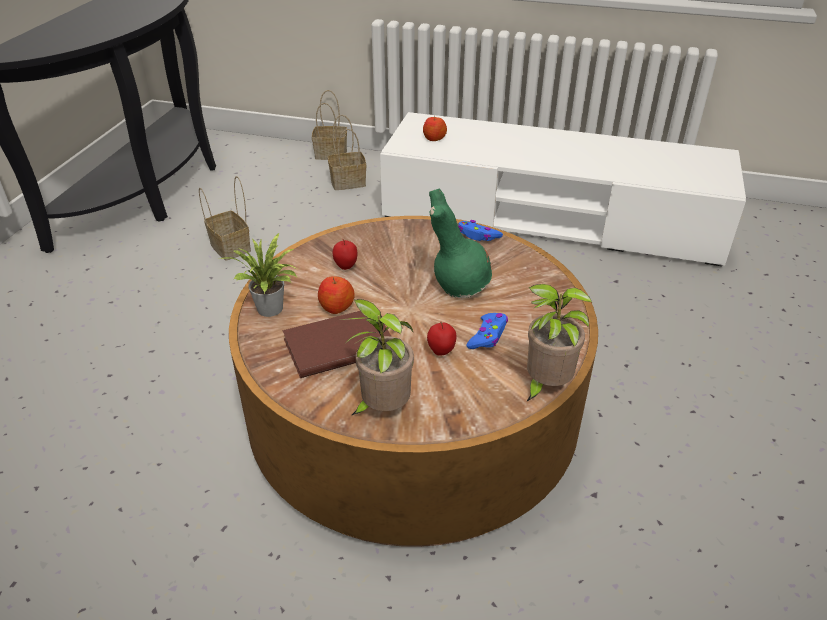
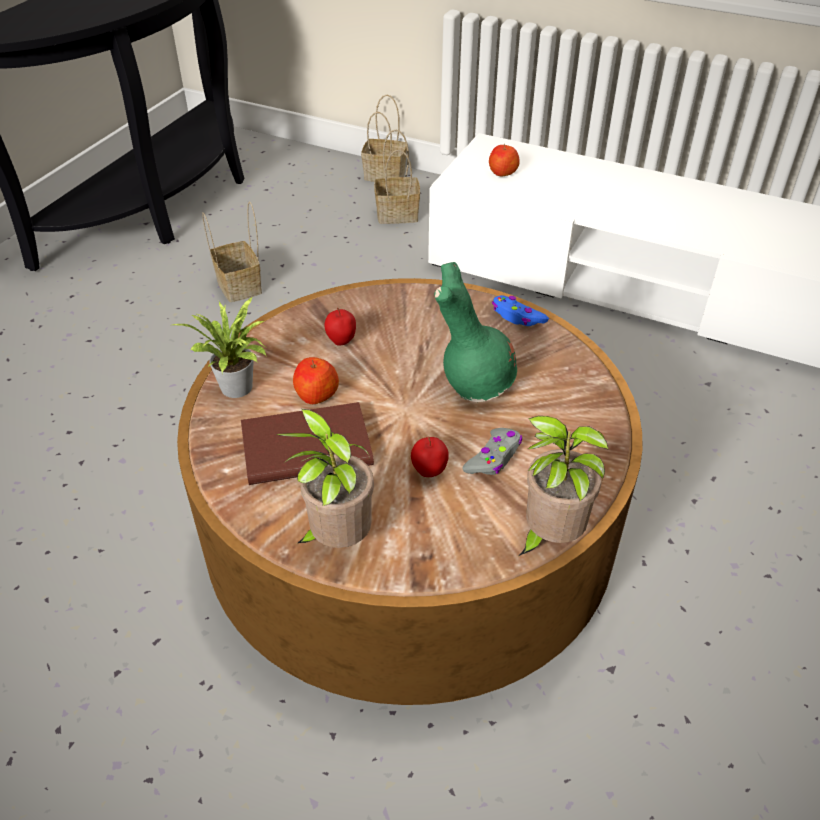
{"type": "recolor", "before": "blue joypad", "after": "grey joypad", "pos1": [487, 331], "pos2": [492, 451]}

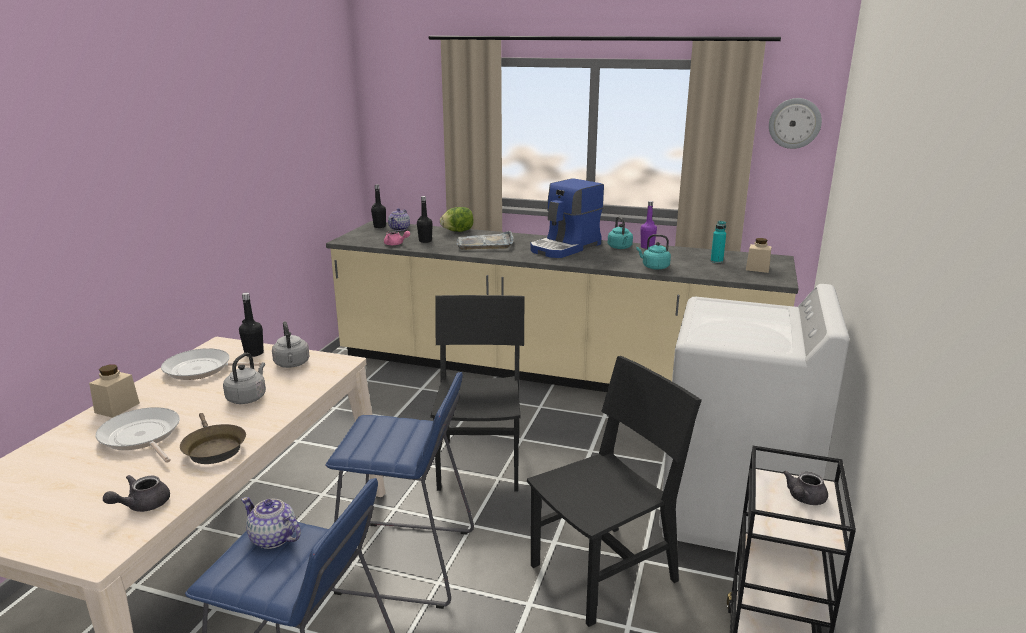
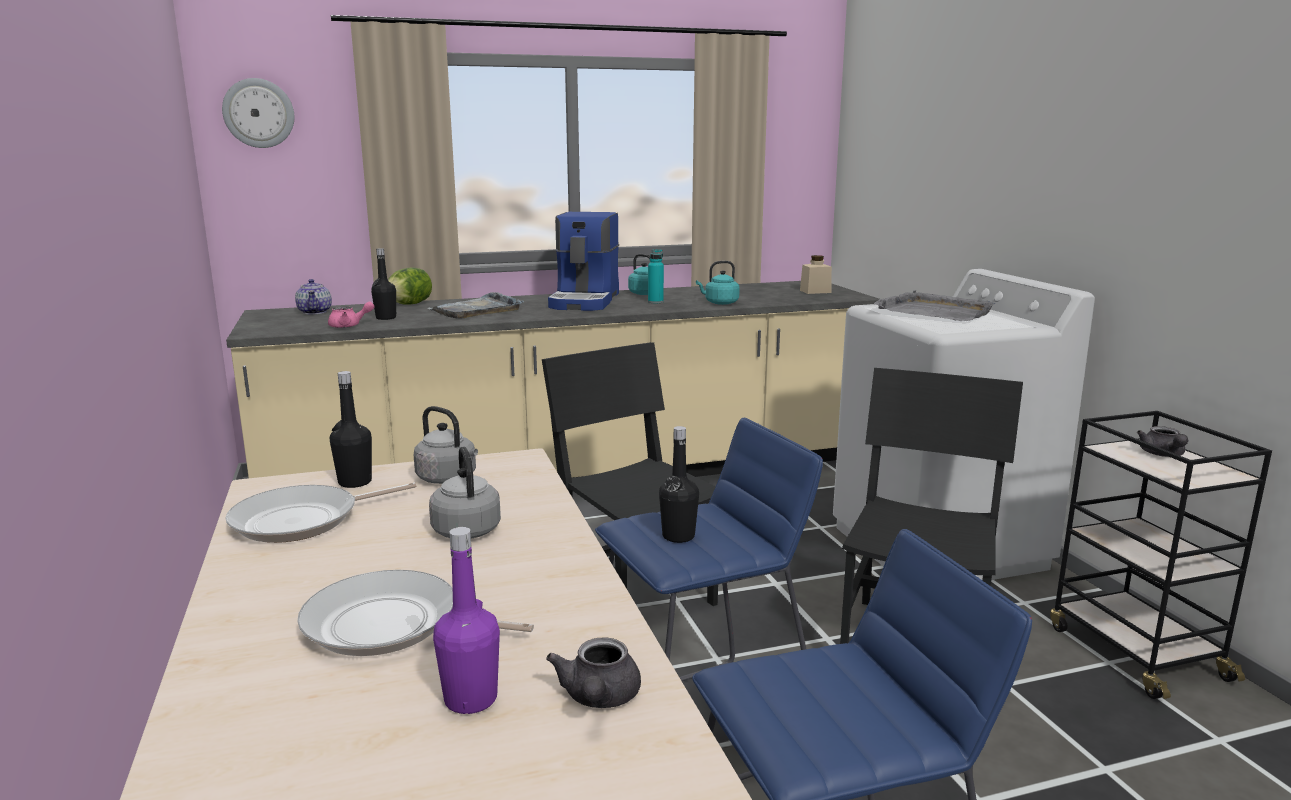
{"type": "delete", "before": "beige preserve jar", "pos1": [114, 391]}
{"type": "delete", "before": "brownish skillet", "pos1": [213, 438]}
{"type": "delete", "before": "tea pot", "pos1": [271, 523]}
{"type": "insert", "after": "grey serving tray", "pos2": [934, 305]}
{"type": "move", "before": "black-coloured beverage bottle", "pos1": [378, 206], "pos2": [679, 484]}
{"type": "move", "before": "purple-coloured beverage bottle", "pos1": [649, 225], "pos2": [466, 620]}
{"type": "move", "before": "turquoise beverage bottle", "pos1": [718, 242], "pos2": [656, 276]}
{"type": "move", "before": "wall clock", "pos1": [795, 123], "pos2": [258, 113]}

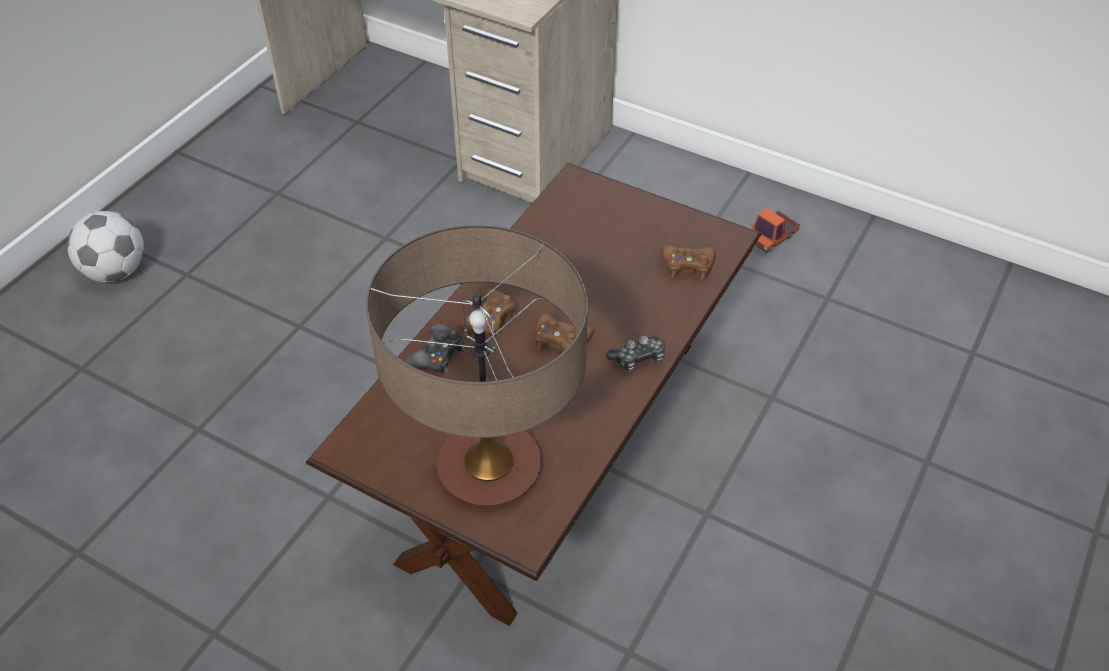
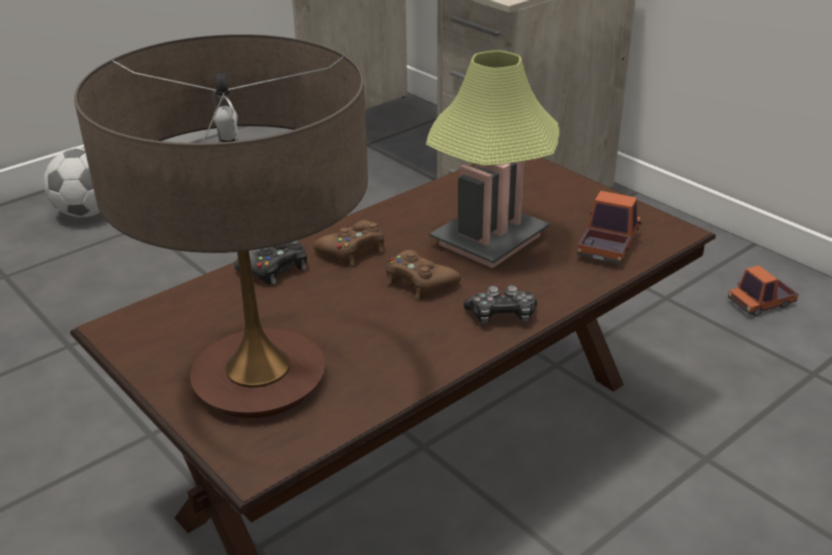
{"type": "insert", "after": "table lamp", "pos2": [492, 159]}
{"type": "replace", "before": "brownish joypad", "after": "toy truck", "pos1": [688, 262], "pos2": [609, 227]}

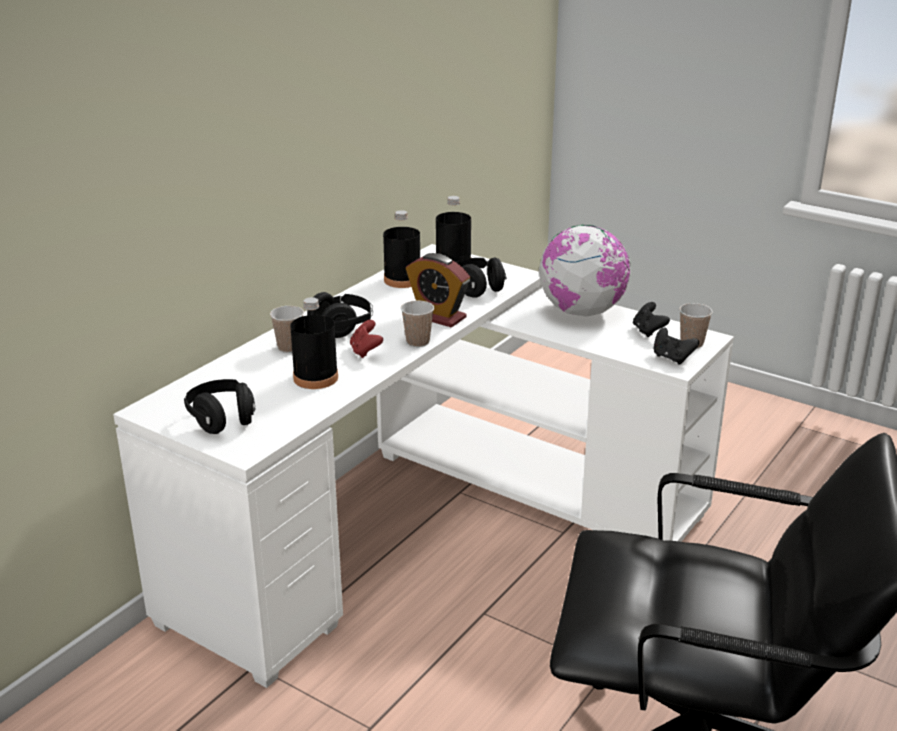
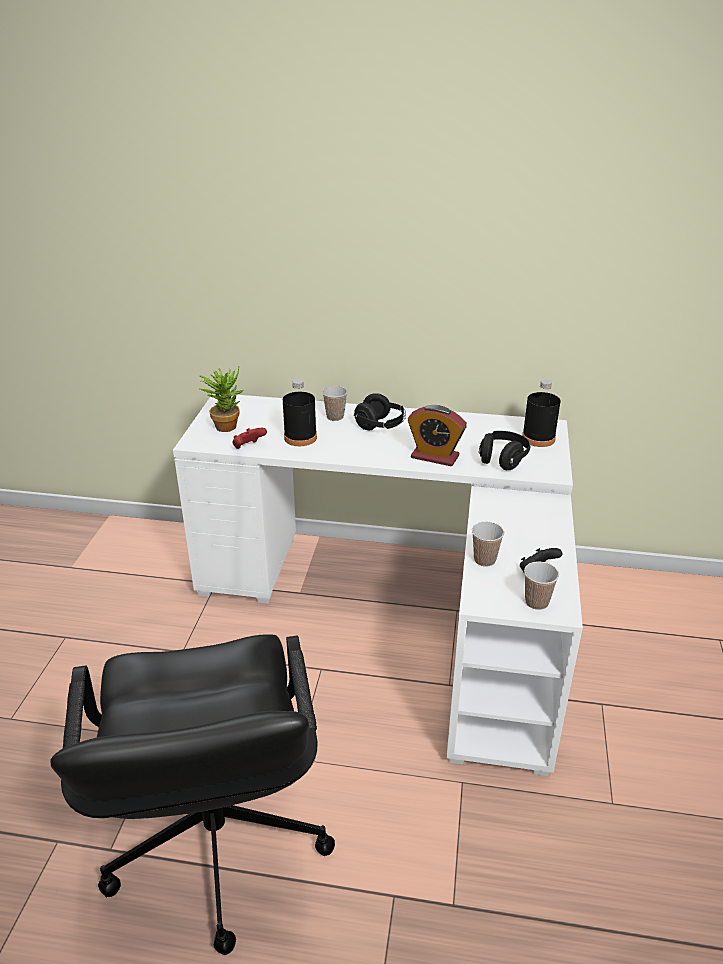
{"type": "delete", "before": "black-coloured beverage bottle", "pos1": [401, 249]}
{"type": "delete", "before": "globe", "pos1": [585, 271]}
{"type": "delete", "before": "black-coloured joypad", "pos1": [676, 346]}
{"type": "move", "before": "reddish joypad", "pos1": [366, 339], "pos2": [250, 438]}
{"type": "move", "before": "drinking cup", "pos1": [417, 324], "pos2": [488, 544]}
{"type": "replace", "before": "black-coloured headphones", "after": "plant in a pot", "pos1": [219, 406], "pos2": [221, 399]}
{"type": "rotate", "before": "table clock", "pos1": [438, 290], "pos2": [437, 435], "turn": -75}

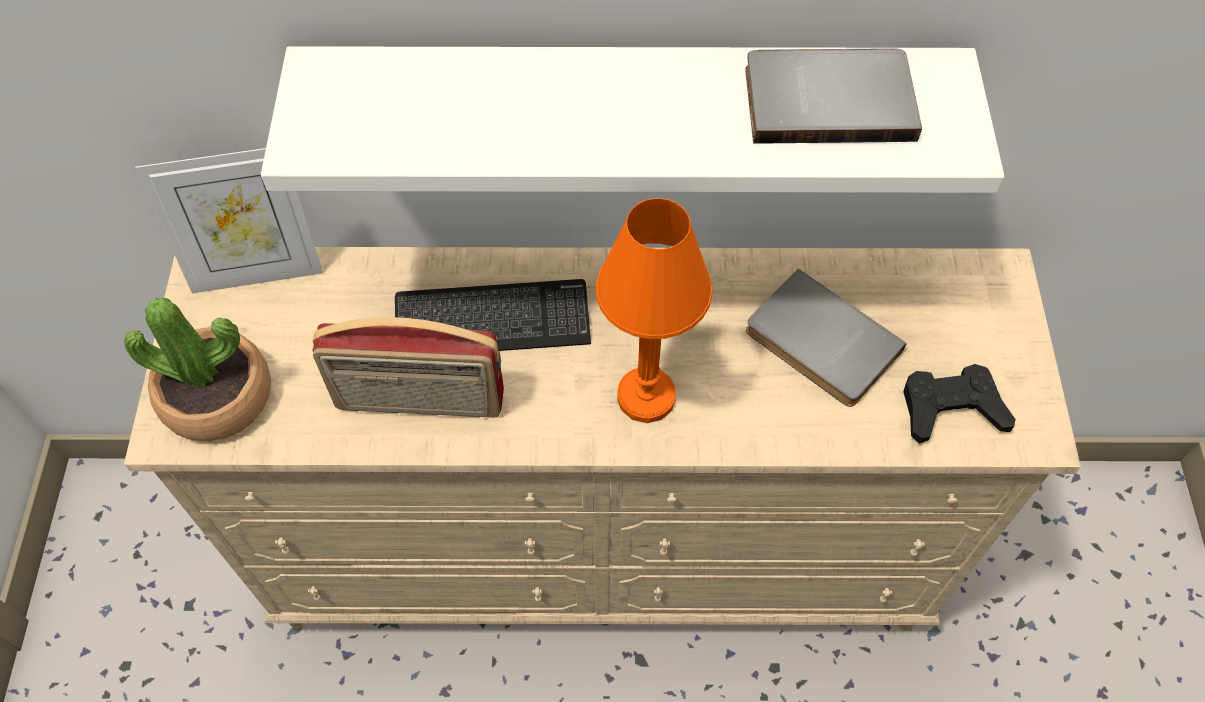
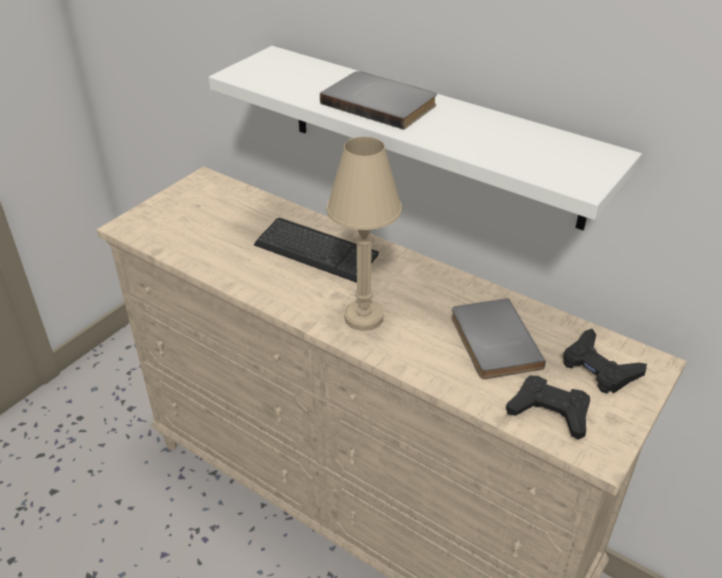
{"type": "delete", "before": "plant in a pot", "pos1": [197, 369]}
{"type": "delete", "before": "picture frame", "pos1": [229, 220]}
{"type": "delete", "before": "radio receiver", "pos1": [408, 367]}
{"type": "insert", "after": "black-coloured joypad", "pos2": [605, 361]}
{"type": "move", "before": "grey book", "pos1": [833, 96], "pos2": [378, 100]}
{"type": "recolor", "before": "orangey table lamp", "after": "beige table lamp", "pos1": [654, 310], "pos2": [364, 234]}

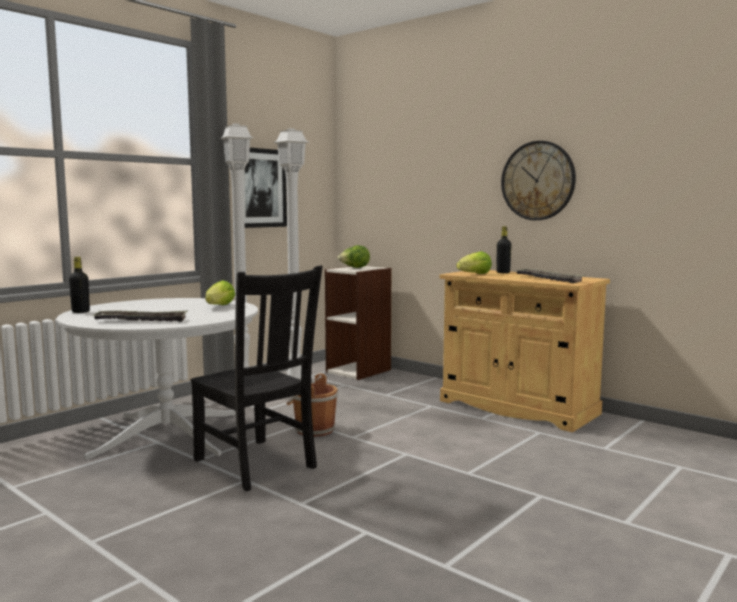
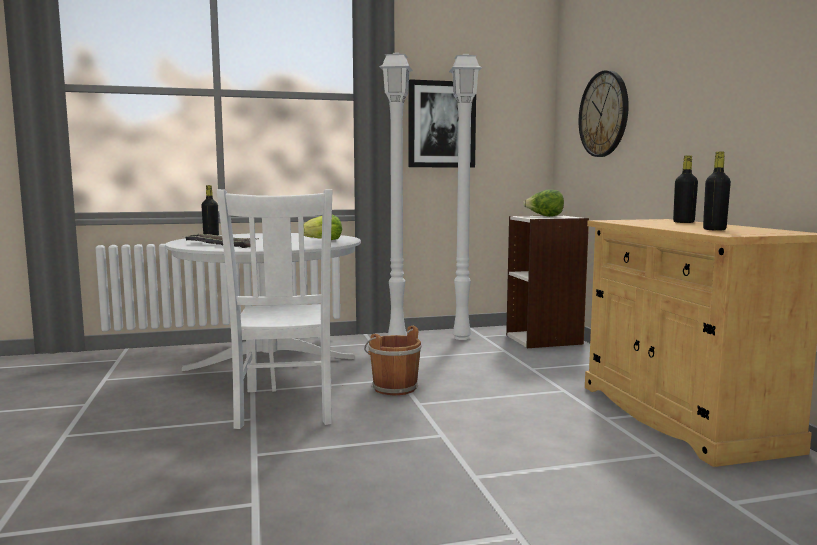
{"type": "delete", "before": "lettuce head", "pos1": [474, 262]}
{"type": "move", "before": "wall clock", "pos1": [538, 180], "pos2": [604, 113]}
{"type": "replace", "before": "serving tray", "after": "black-coloured beverage bottle", "pos1": [549, 276], "pos2": [717, 191]}
{"type": "recolor", "before": "black-coloured plain chair", "after": "white plain chair", "pos1": [257, 378], "pos2": [274, 309]}

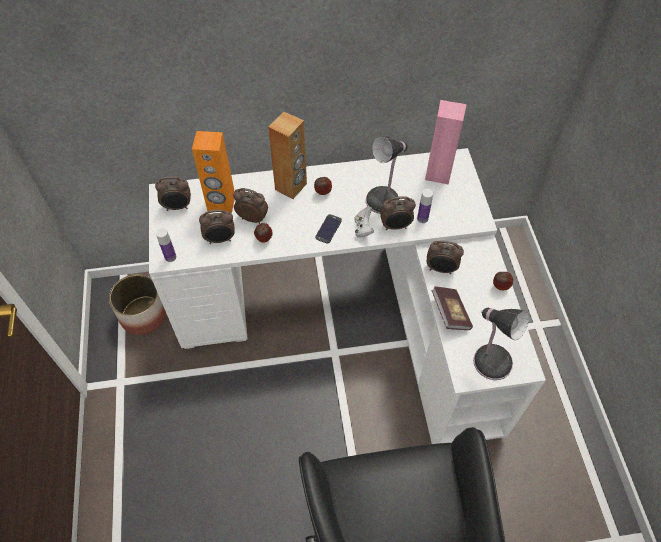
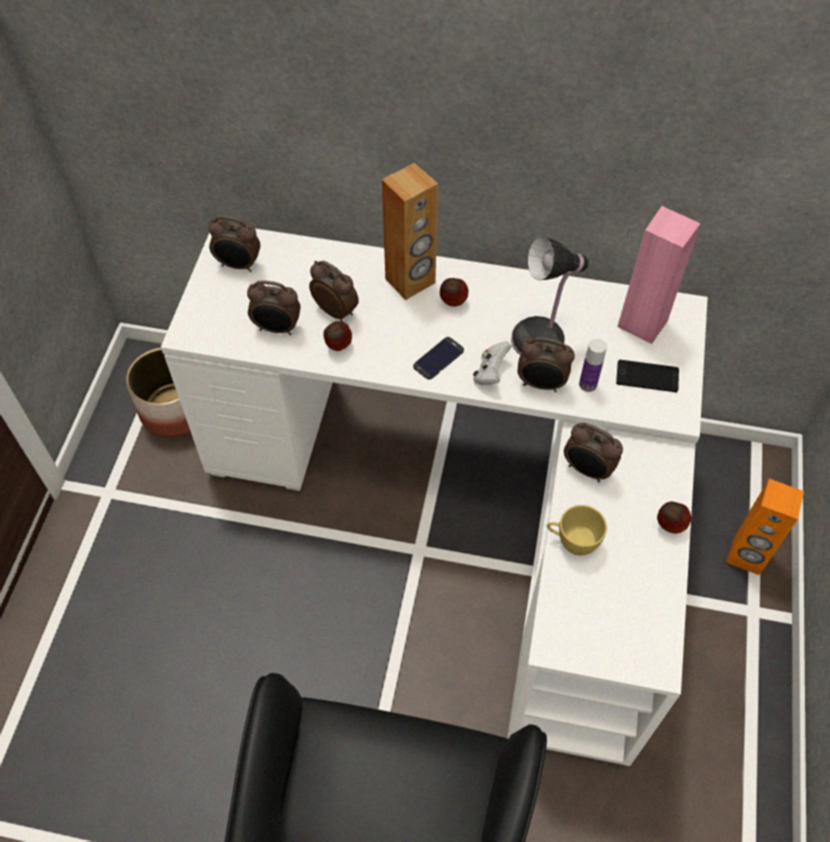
{"type": "delete", "before": "beverage bottle", "pos1": [166, 245]}
{"type": "delete", "before": "table lamp", "pos1": [501, 344]}
{"type": "insert", "after": "telephone", "pos2": [647, 376]}
{"type": "move", "before": "orangey speaker", "pos1": [213, 172], "pos2": [765, 527]}
{"type": "replace", "before": "book", "after": "yellow drinking cup", "pos1": [452, 308], "pos2": [577, 530]}

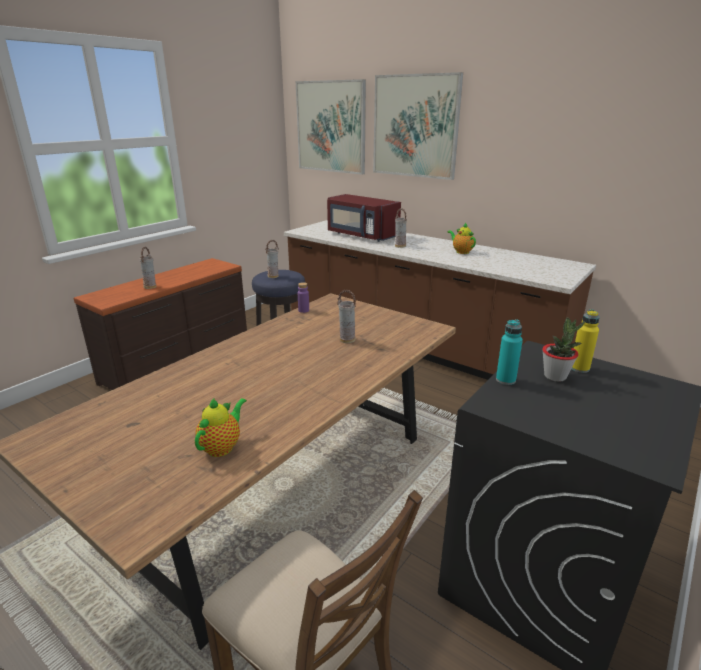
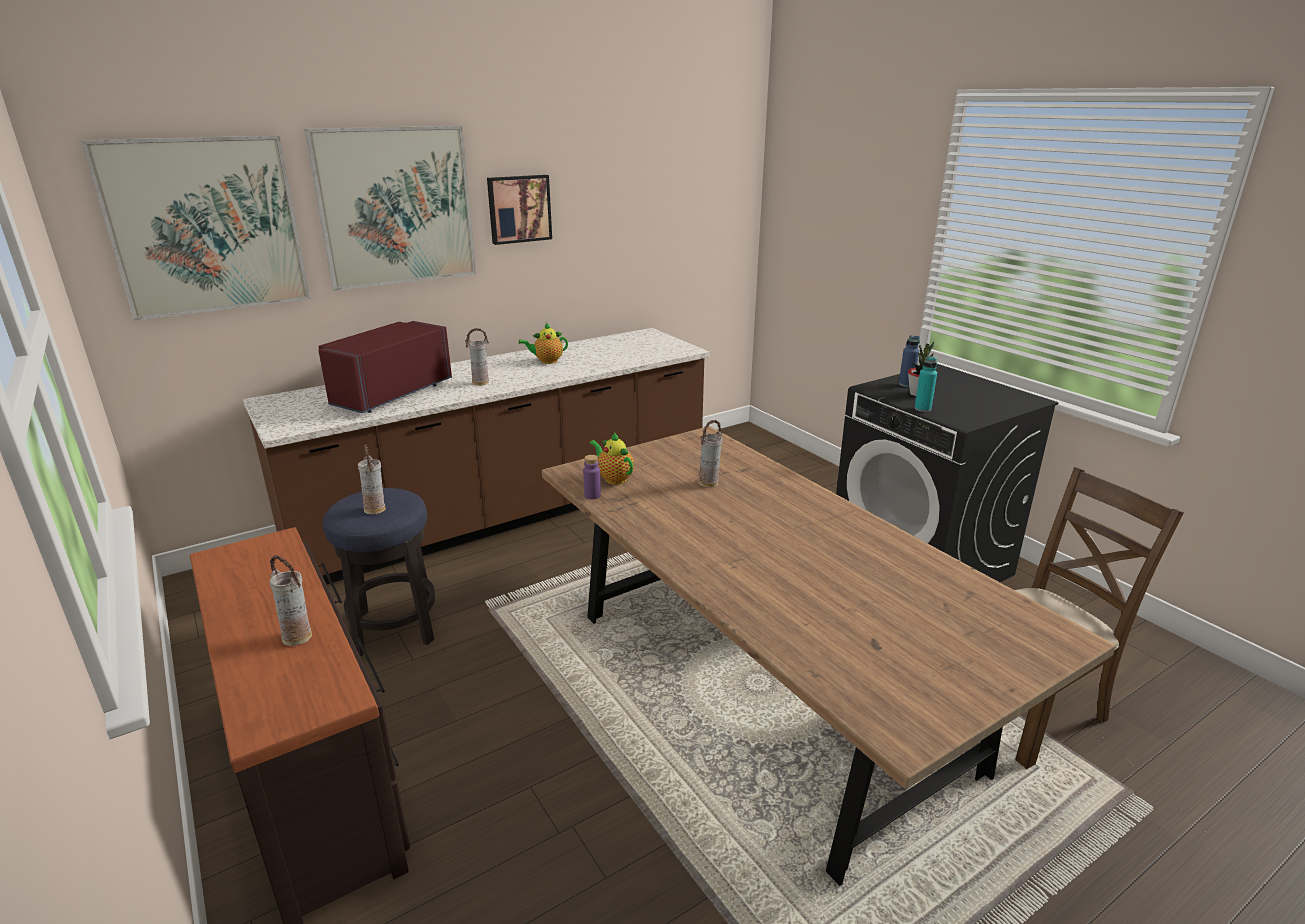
{"type": "insert", "after": "wall art", "pos2": [519, 210]}
{"type": "move", "before": "tea pot", "pos1": [221, 427], "pos2": [612, 458]}
{"type": "recolor", "before": "yellow beverage bottle", "after": "blue beverage bottle", "pos1": [586, 341], "pos2": [909, 361]}
{"type": "rotate", "before": "reddish microwave oven", "pos1": [364, 218], "pos2": [385, 367], "turn": 150}

